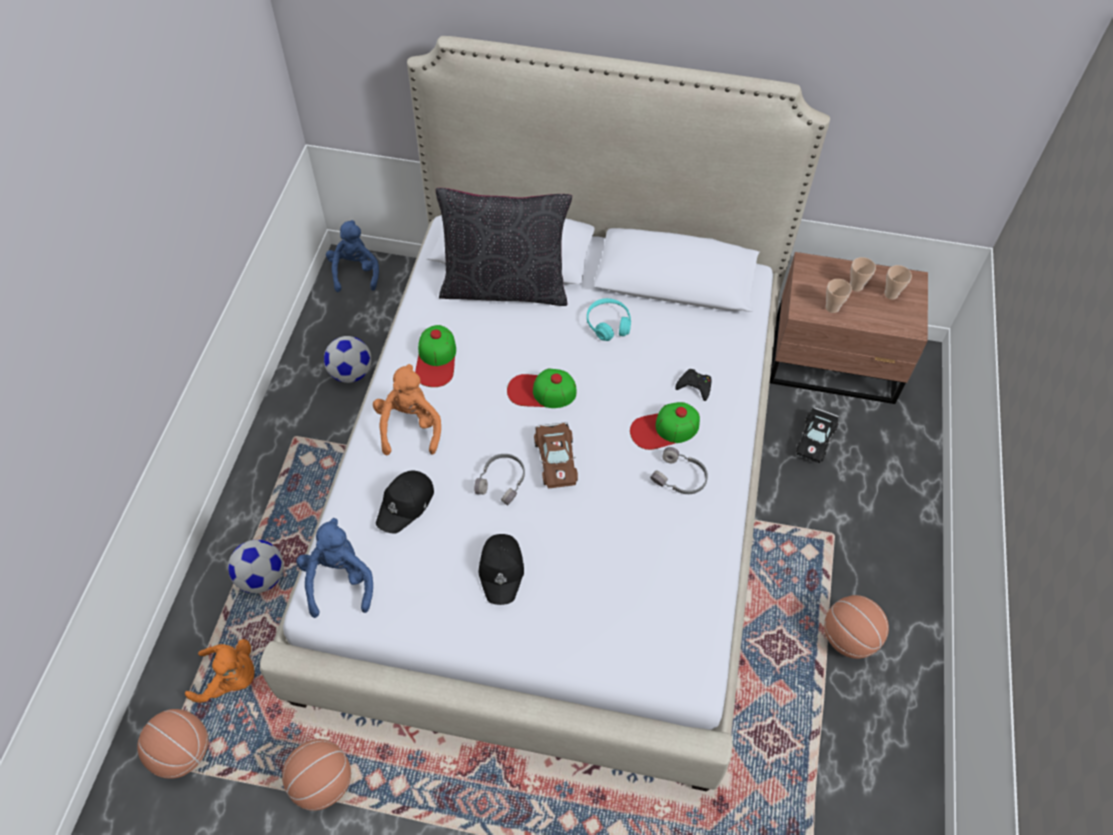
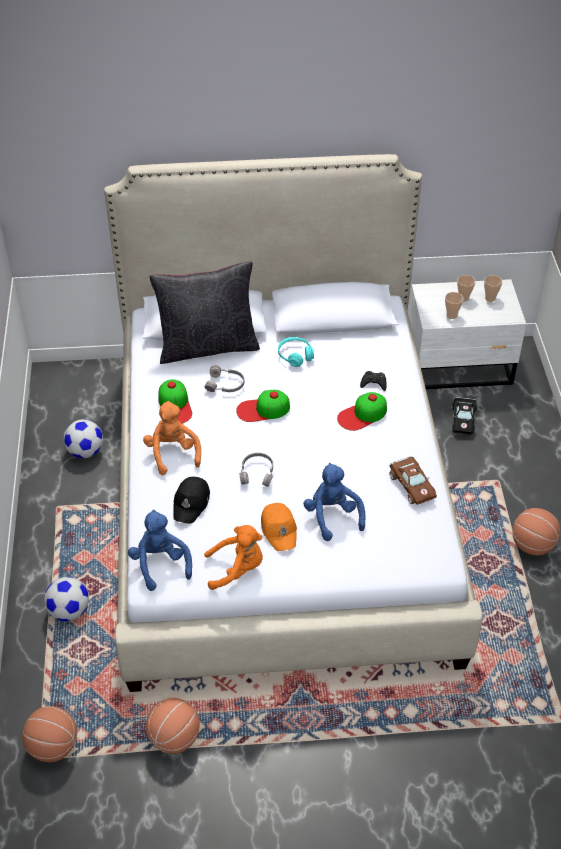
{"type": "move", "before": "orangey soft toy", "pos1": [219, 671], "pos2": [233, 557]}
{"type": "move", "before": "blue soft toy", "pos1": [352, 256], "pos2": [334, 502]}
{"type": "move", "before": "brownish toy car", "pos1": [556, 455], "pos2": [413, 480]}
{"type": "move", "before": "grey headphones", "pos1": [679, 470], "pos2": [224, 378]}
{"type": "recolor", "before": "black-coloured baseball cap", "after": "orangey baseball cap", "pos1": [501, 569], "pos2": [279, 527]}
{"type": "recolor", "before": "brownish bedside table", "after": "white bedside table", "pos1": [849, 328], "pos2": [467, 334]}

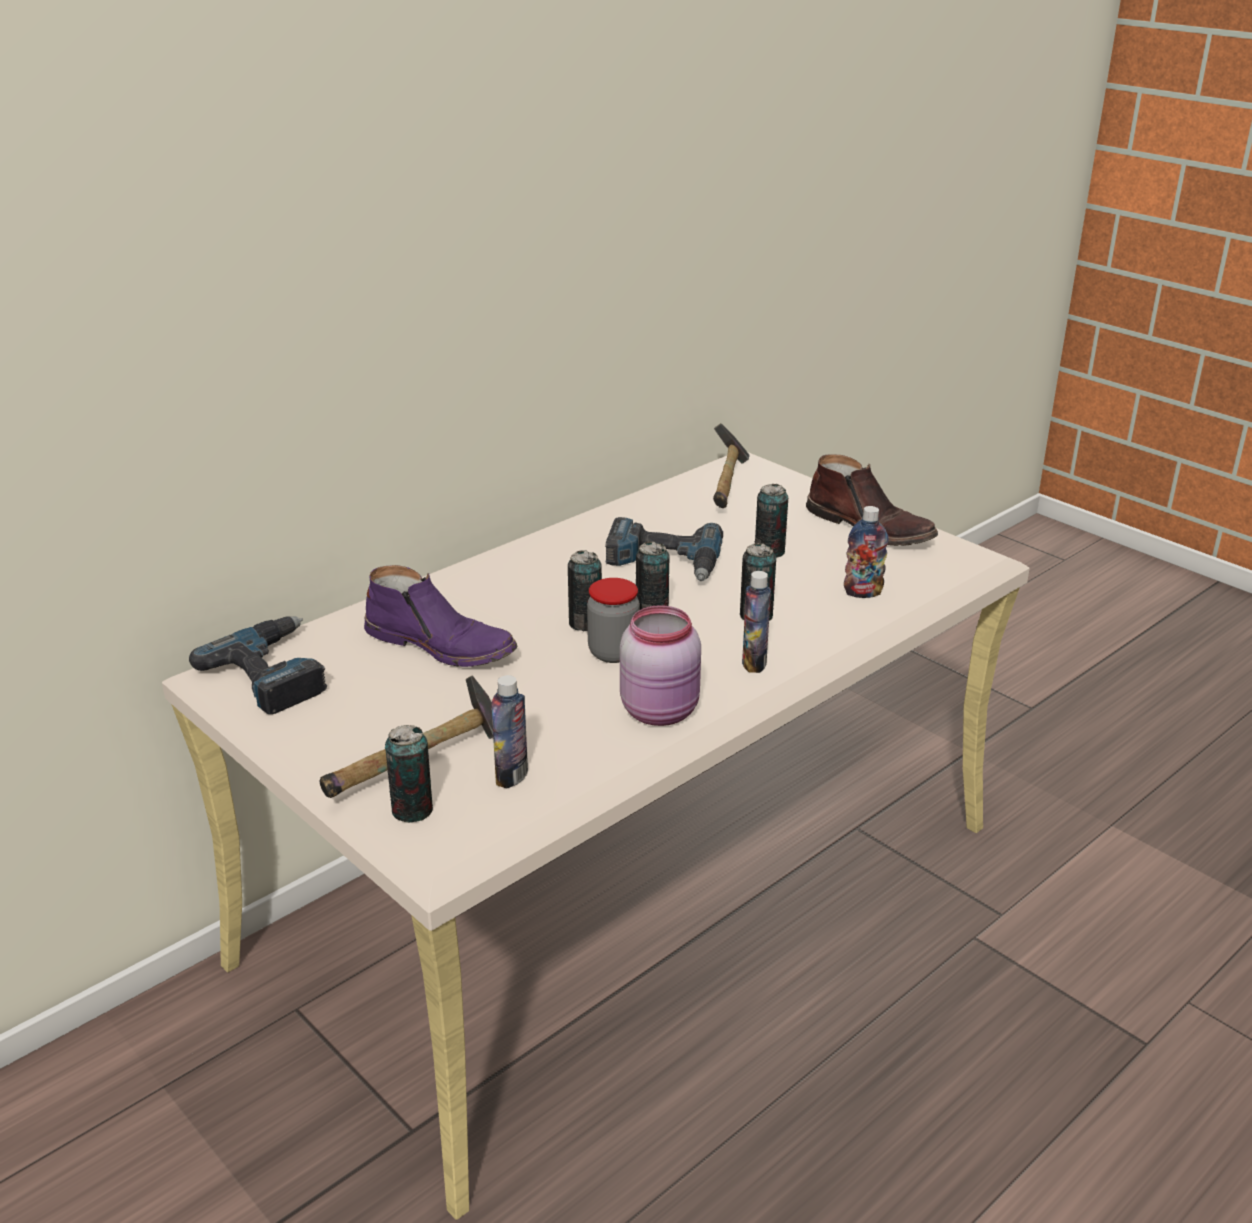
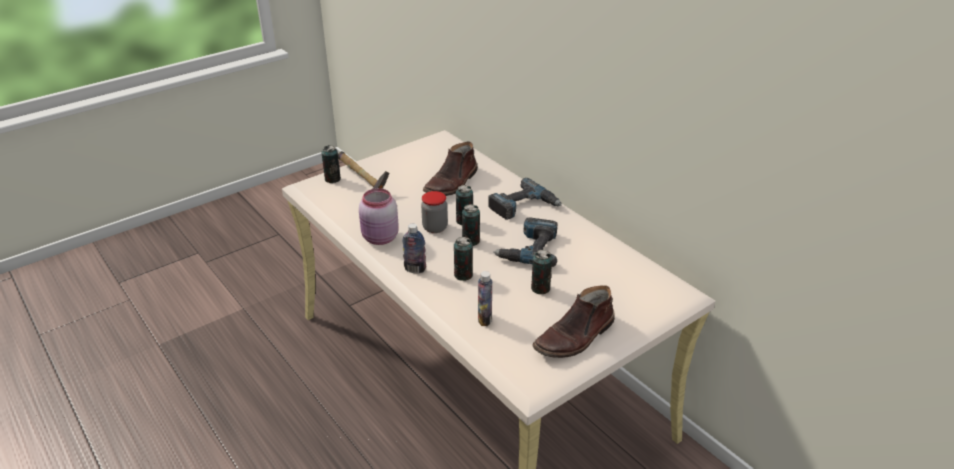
{"type": "delete", "before": "beverage bottle", "pos1": [509, 732]}
{"type": "delete", "before": "tool hammer", "pos1": [731, 465]}
{"type": "move", "before": "drill", "pos1": [258, 665], "pos2": [525, 199]}
{"type": "recolor", "before": "purple-coloured boot", "after": "brownish boot", "pos1": [441, 616], "pos2": [450, 168]}

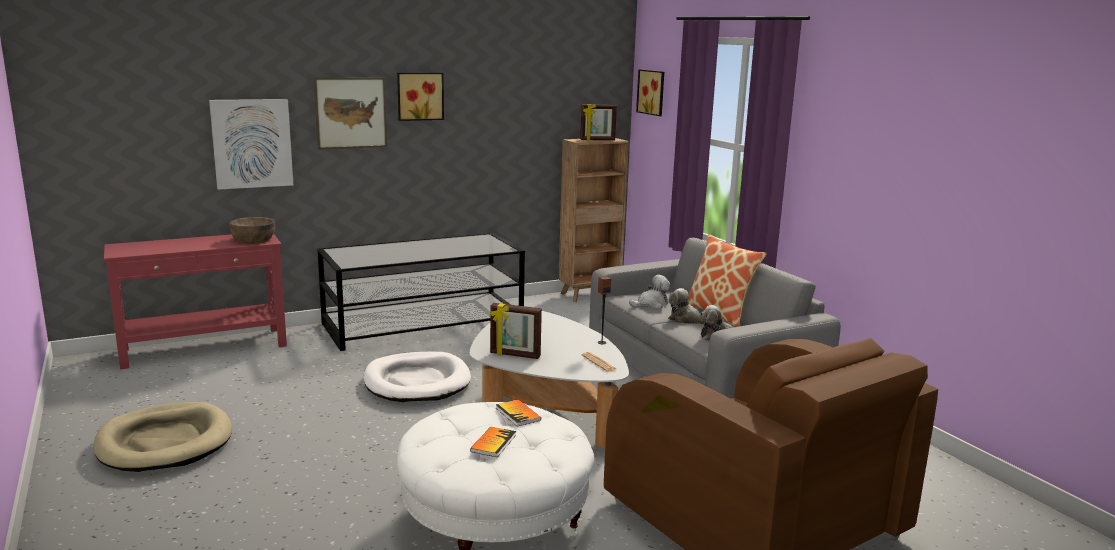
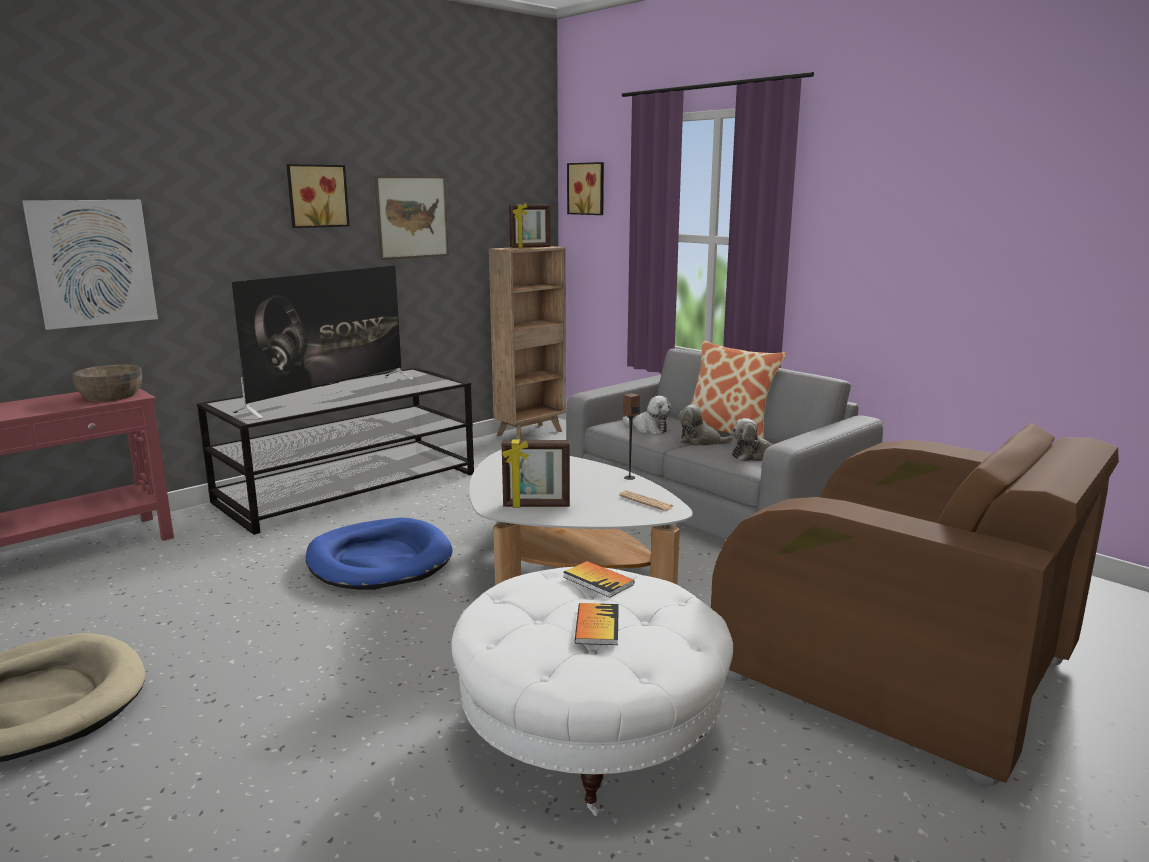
{"type": "insert", "after": "TV set", "pos2": [322, 342]}
{"type": "move", "before": "wall art", "pos1": [350, 113], "pos2": [411, 217]}
{"type": "recolor", "before": "white dog cushion", "after": "blue dog cushion", "pos1": [417, 377], "pos2": [379, 554]}
{"type": "rotate", "before": "soft toy", "pos1": [649, 292], "pos2": [647, 415], "turn": 75}

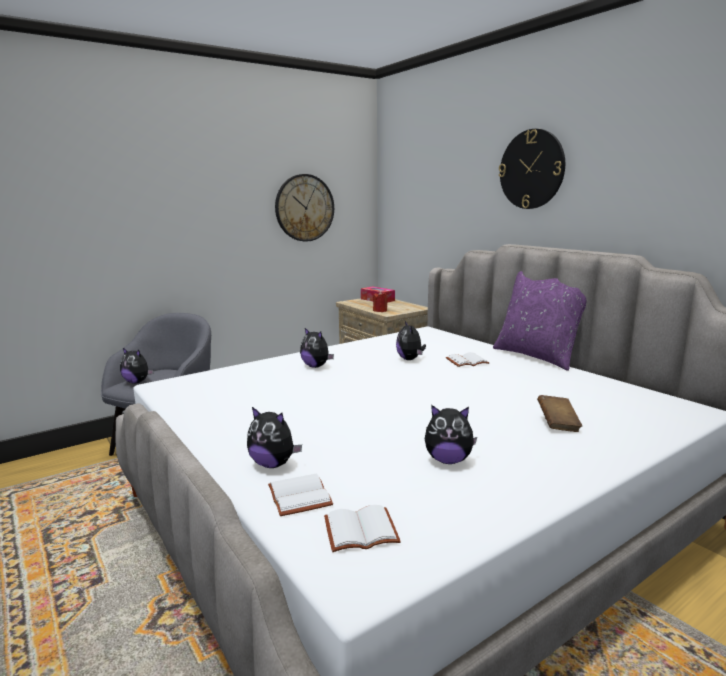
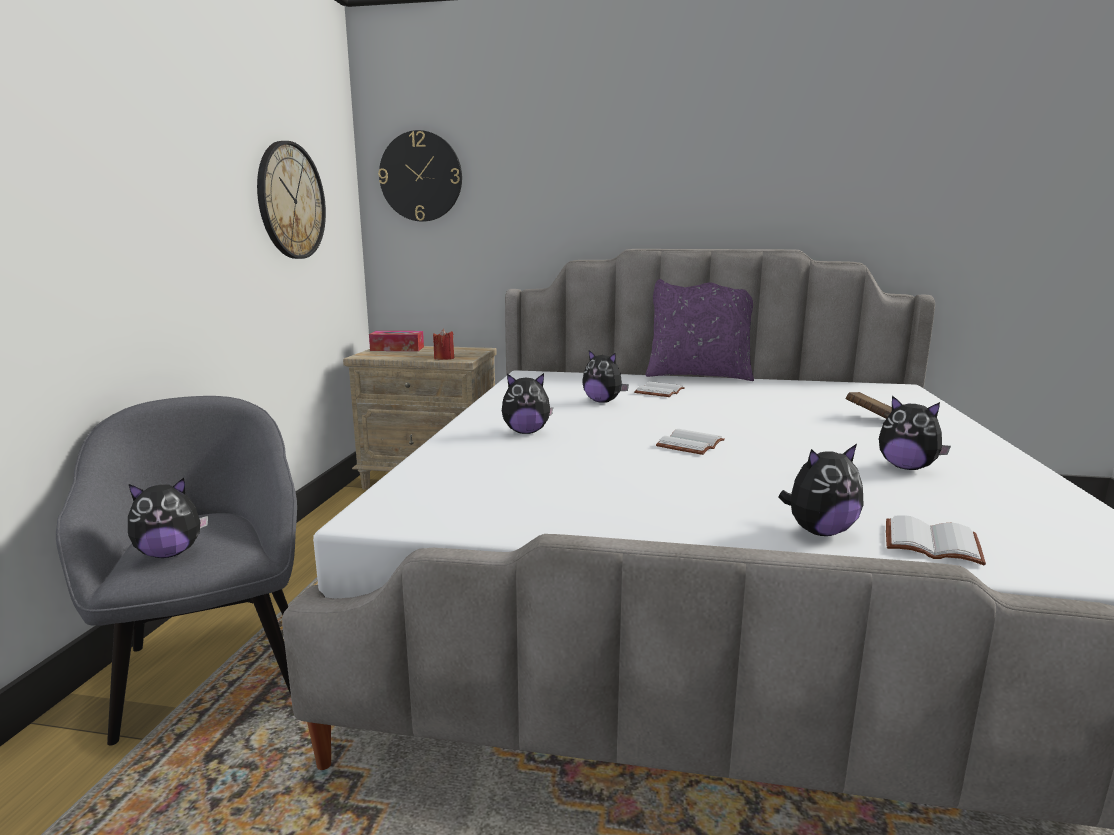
{"type": "move", "before": "white book", "pos1": [362, 528], "pos2": [690, 442]}
{"type": "move", "before": "wall clock", "pos1": [532, 169], "pos2": [420, 176]}
{"type": "rotate", "before": "soft toy", "pos1": [451, 434], "pos2": [915, 433], "turn": 75}

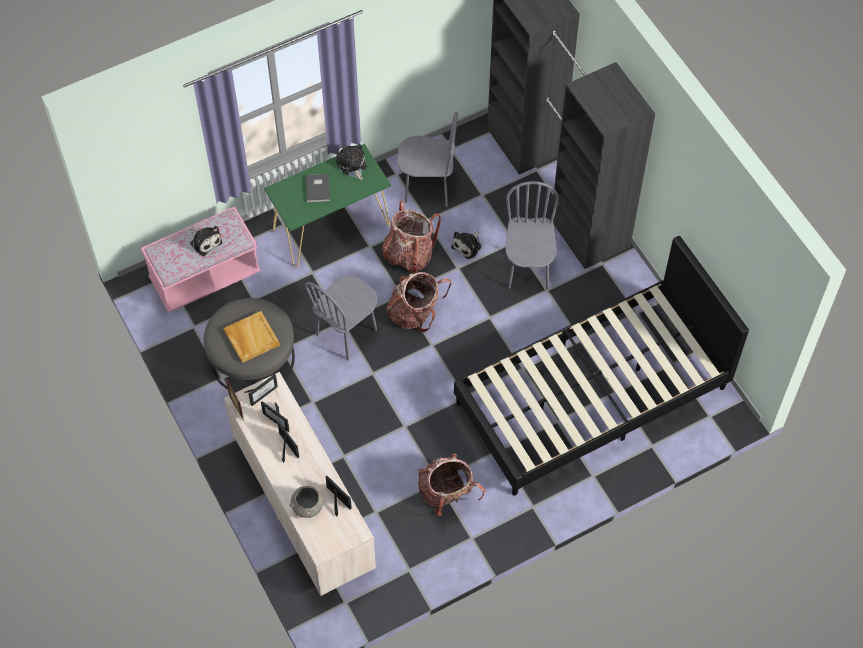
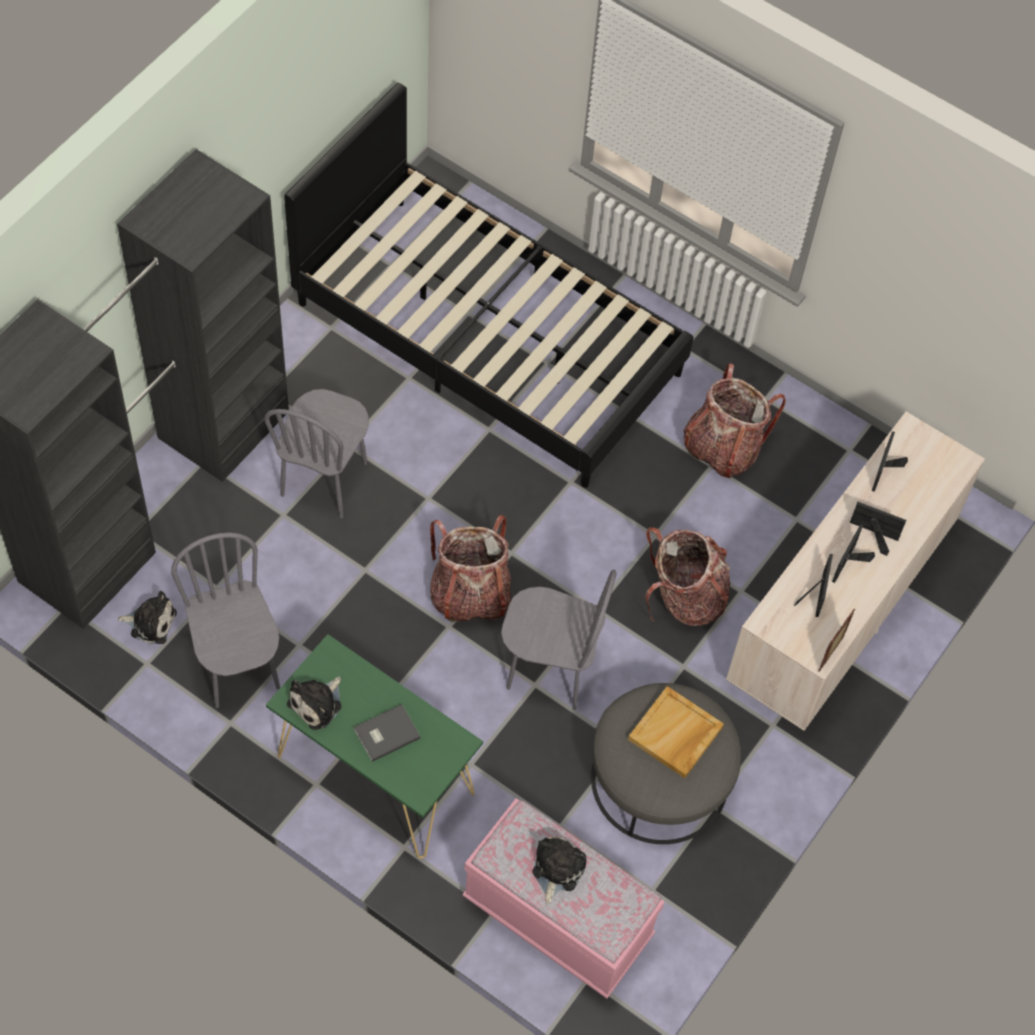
{"type": "delete", "before": "grey bowl", "pos1": [307, 502]}
{"type": "move", "before": "picture frame", "pos1": [261, 390], "pos2": [878, 529]}
{"type": "move", "before": "rucksack", "pos1": [411, 237], "pos2": [687, 576]}
{"type": "move", "before": "soft toy", "pos1": [466, 245], "pos2": [147, 617]}
{"type": "rotate", "before": "grey plain chair", "pos1": [532, 235], "pos2": [316, 453], "turn": -45}

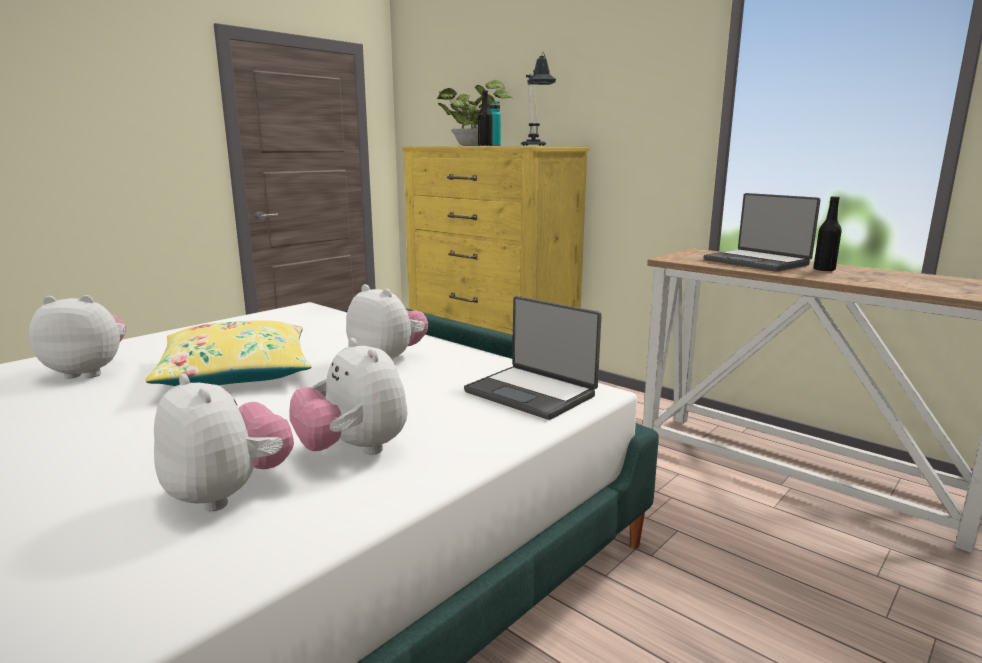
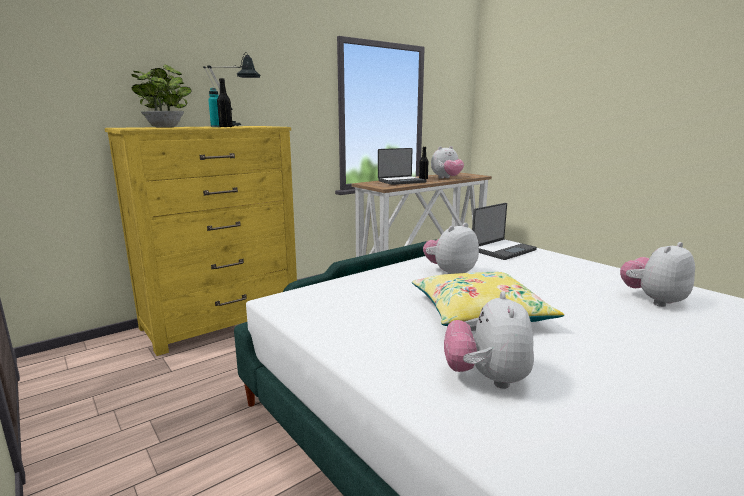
{"type": "move", "before": "soft toy", "pos1": [348, 396], "pos2": [447, 162]}

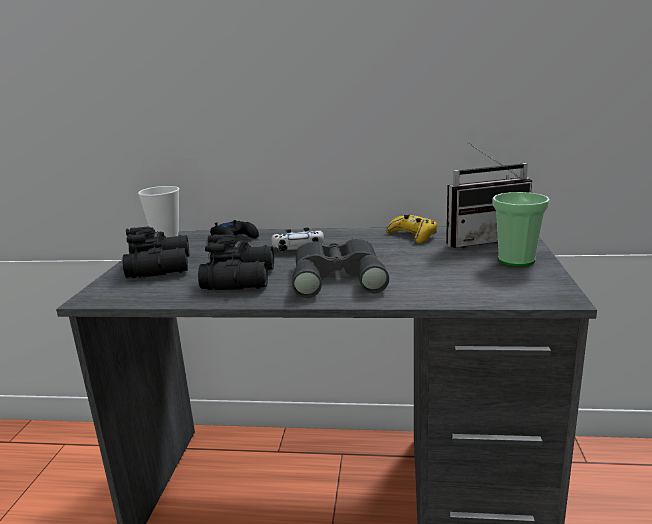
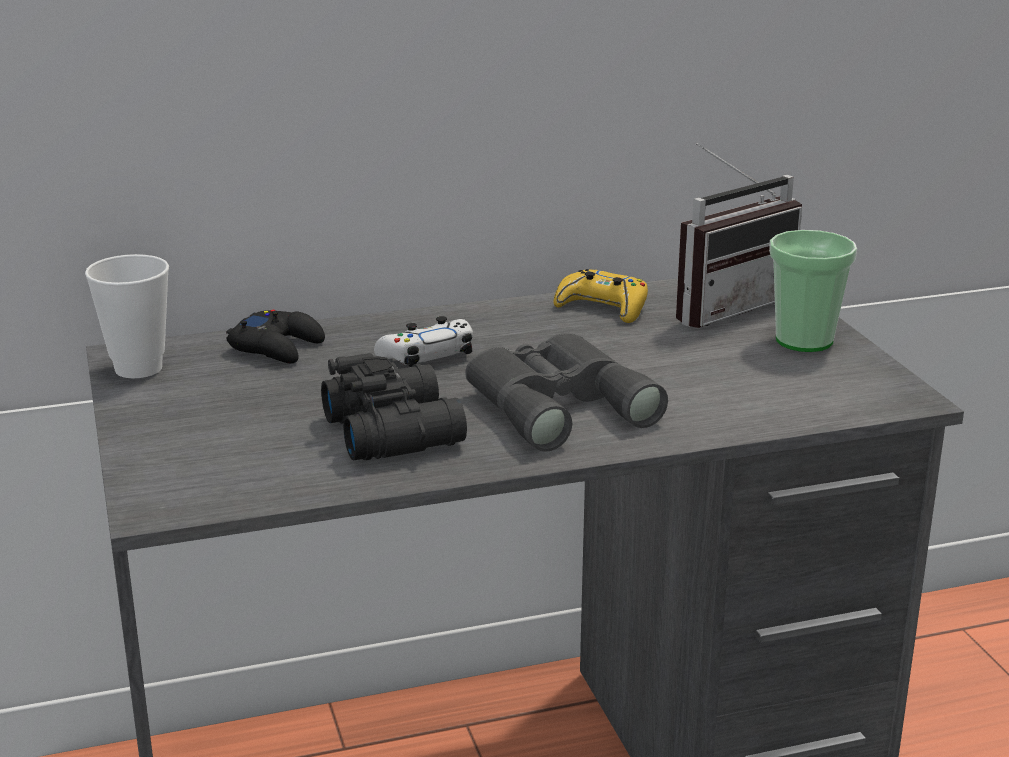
{"type": "delete", "before": "black-coloured binoculars", "pos1": [155, 252]}

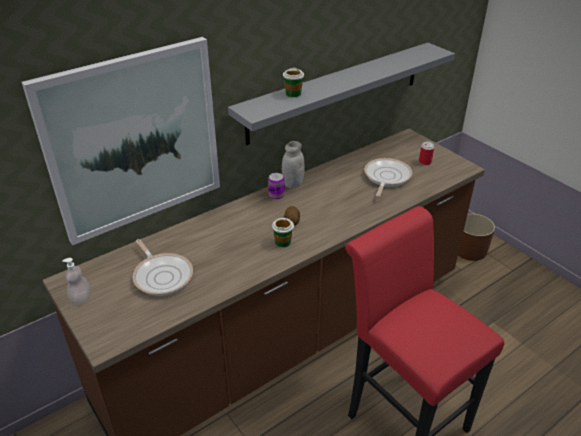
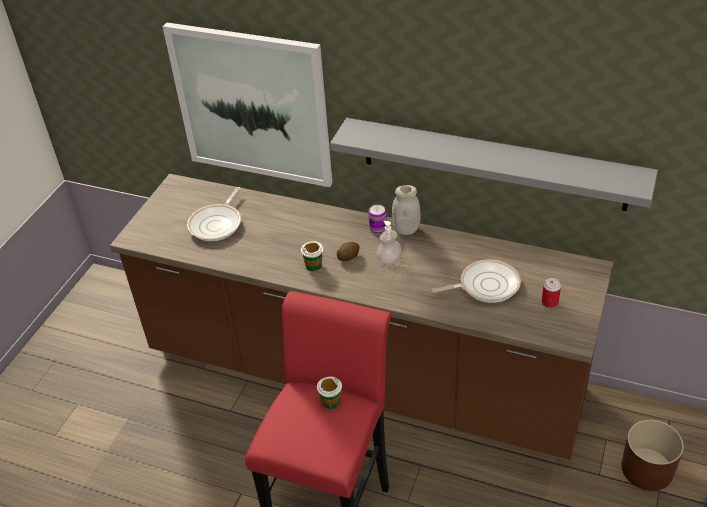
{"type": "move", "before": "soap dispenser", "pos1": [75, 281], "pos2": [389, 242]}
{"type": "move", "before": "drinking cup", "pos1": [293, 82], "pos2": [329, 393]}

